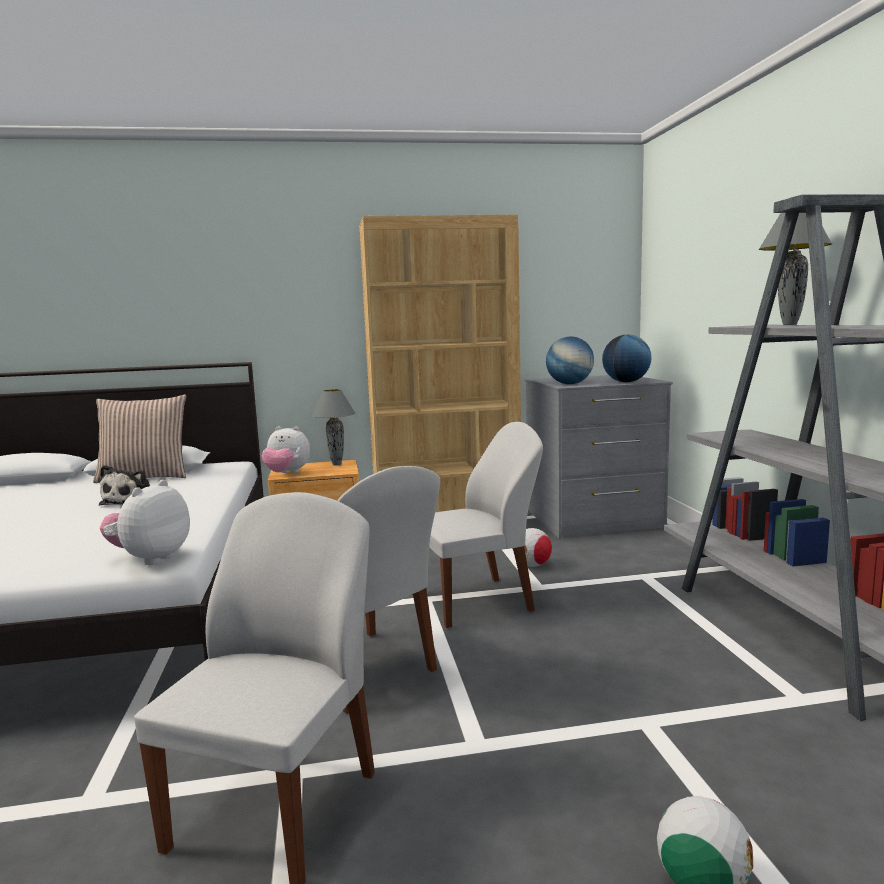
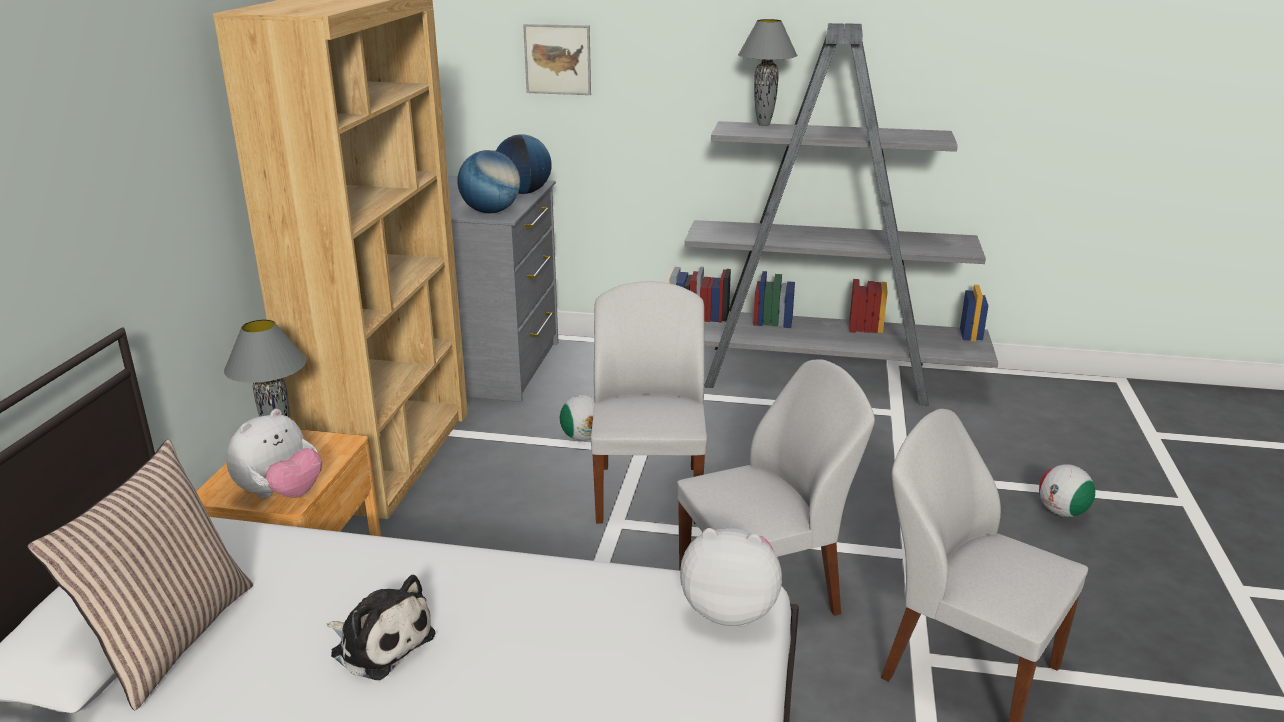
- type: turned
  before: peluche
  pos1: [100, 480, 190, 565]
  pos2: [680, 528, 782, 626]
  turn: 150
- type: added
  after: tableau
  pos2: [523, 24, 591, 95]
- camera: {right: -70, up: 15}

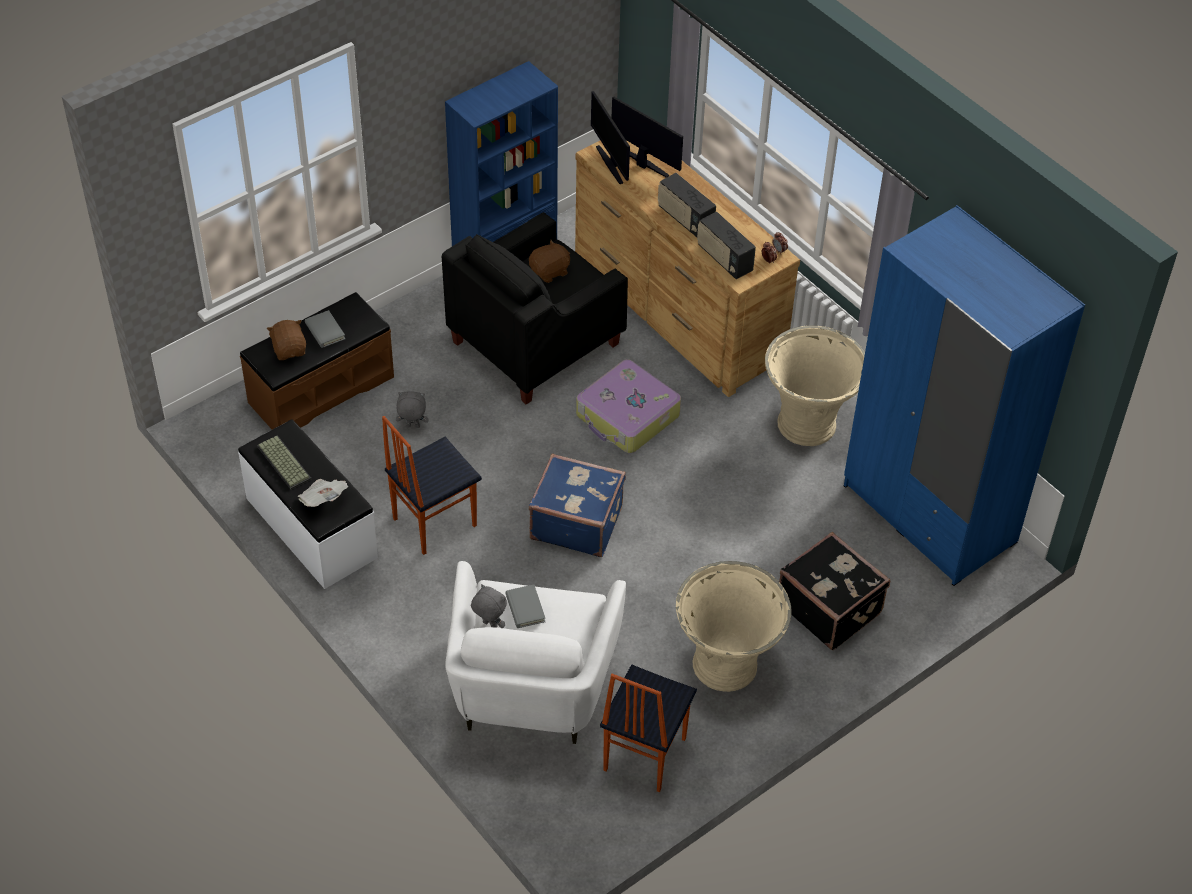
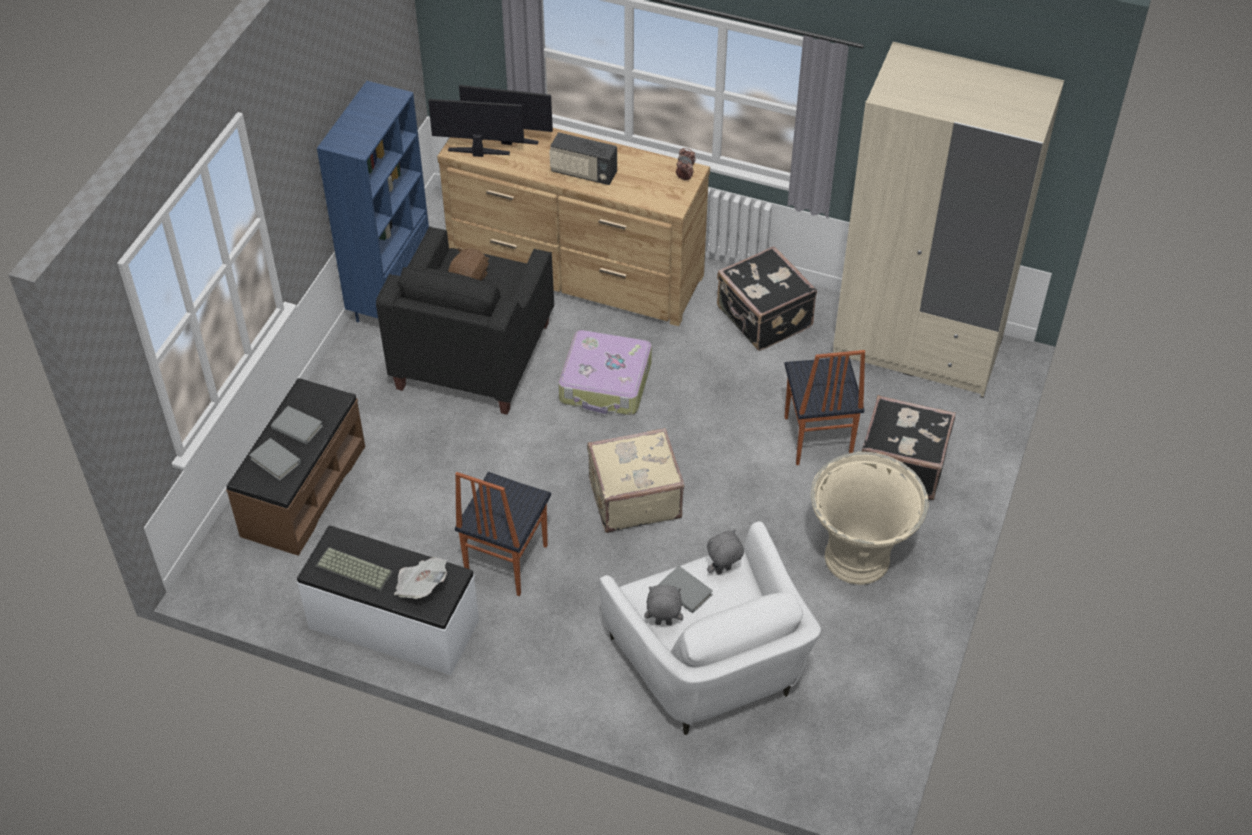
- type: replaced
  before: peluche/marron
  after: livre/gris
  pos1: [267, 320, 306, 360]
  pos2: [249, 438, 301, 481]
- type: moved
  before: peluche/gris
  pos1: [396, 391, 429, 428]
  pos2: [707, 529, 744, 575]
- type: recoloured
  before: valise/bleu
  after: valise/beige
  pos1: [529, 453, 626, 557]
  pos2: [587, 428, 685, 533]
- type: turned
  before: écran d'ordinateur
  pos1: [591, 91, 630, 184]
  pos2: [428, 99, 524, 157]
  turn: 150
- type: moved
  before: chaise
  pos1: [600, 665, 697, 792]
  pos2: [784, 350, 865, 465]
- type: removed
  before: radio
  pos1: [697, 211, 756, 279]
- type: replaced
  before: cache-pot/beige
  after: valise/noir
  pos1: [765, 325, 865, 446]
  pos2: [717, 246, 817, 351]
- type: recoloured
  before: armoire/bleu
  after: armoire/beige
  pos1: [844, 205, 1085, 586]
  pos2: [833, 42, 1064, 398]
- camera: {right: -30, up: 0}

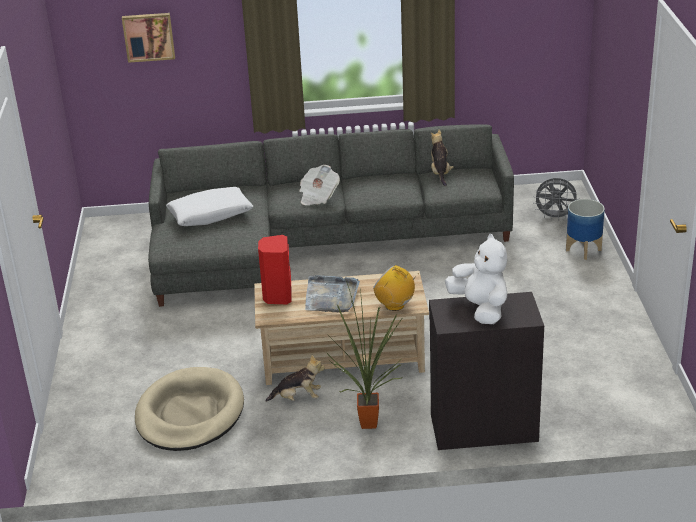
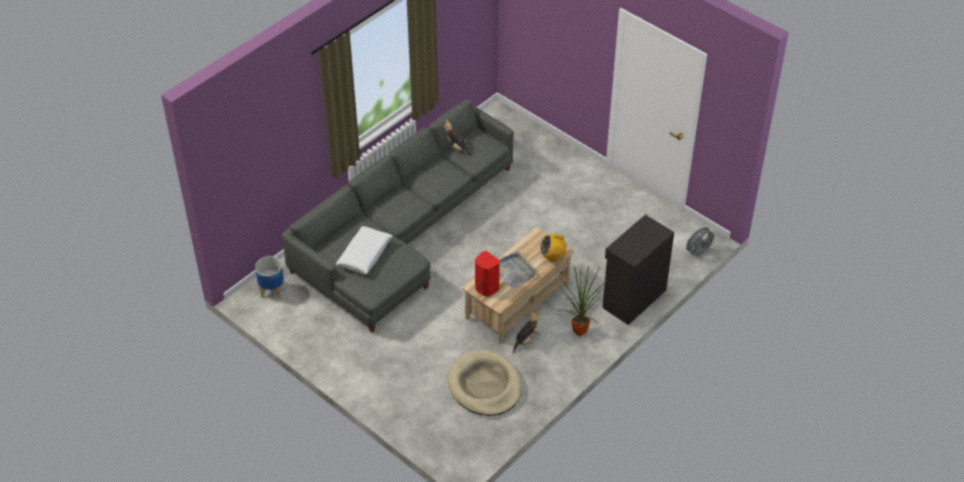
- type: removed
  before: tableau
  pos1: [122, 13, 175, 63]
- type: removed
  before: journal
  pos1: [299, 165, 340, 205]
- type: removed
  before: peluche/blanc
  pos1: [445, 234, 508, 324]
- type: moved
  before: ventilateur/gris
  pos1: [533, 178, 577, 221]
  pos2: [686, 228, 717, 257]
- type: moved
  before: cache-pot
  pos1: [566, 199, 605, 260]
  pos2: [255, 256, 284, 298]
- camera: {right: -45, up: 15}

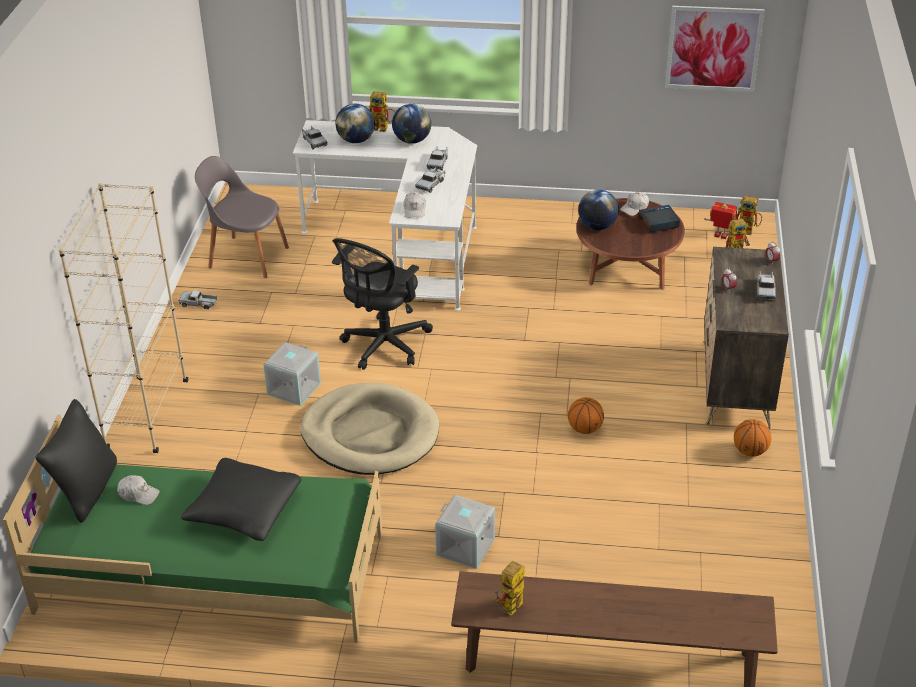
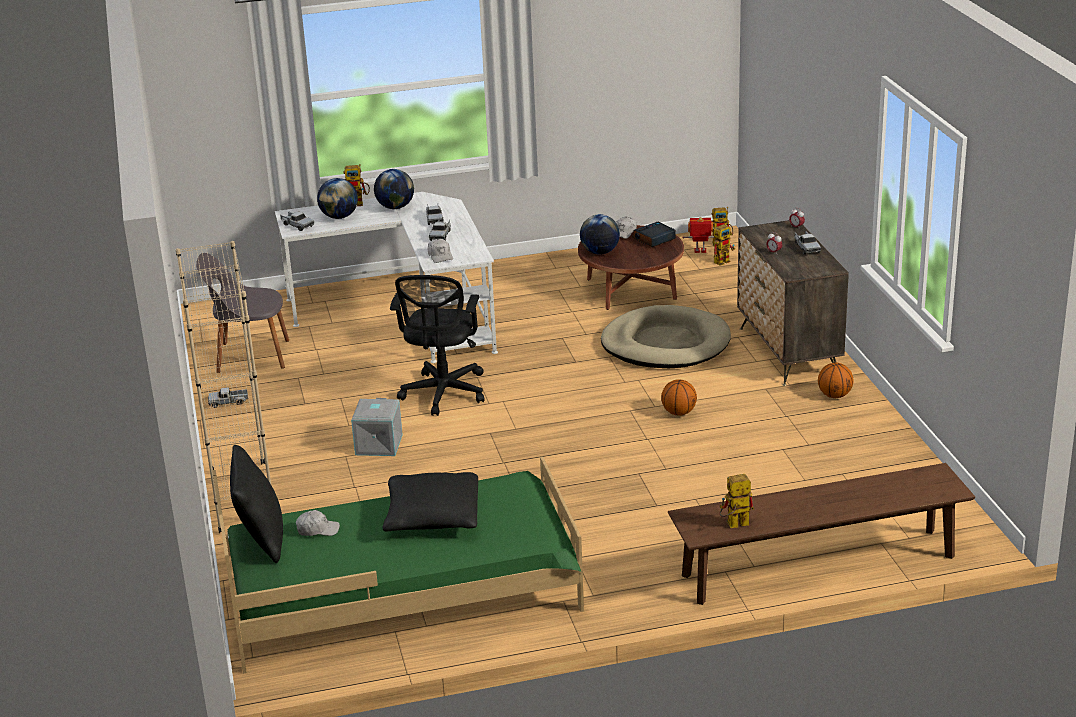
- type: moved
  before: panier pour chien/beige
  pos1: [300, 383, 439, 475]
  pos2: [601, 305, 731, 368]
- type: removed
  before: boîte de rangement/gris
  pos1: [435, 495, 495, 569]
- type: turned
  before: robot jouet
  pos1: [495, 560, 525, 616]
  pos2: [719, 474, 754, 528]
  turn: 60
- type: removed
  before: tableau
  pos1: [665, 6, 765, 92]
- camera: {right: -20, up: -10}

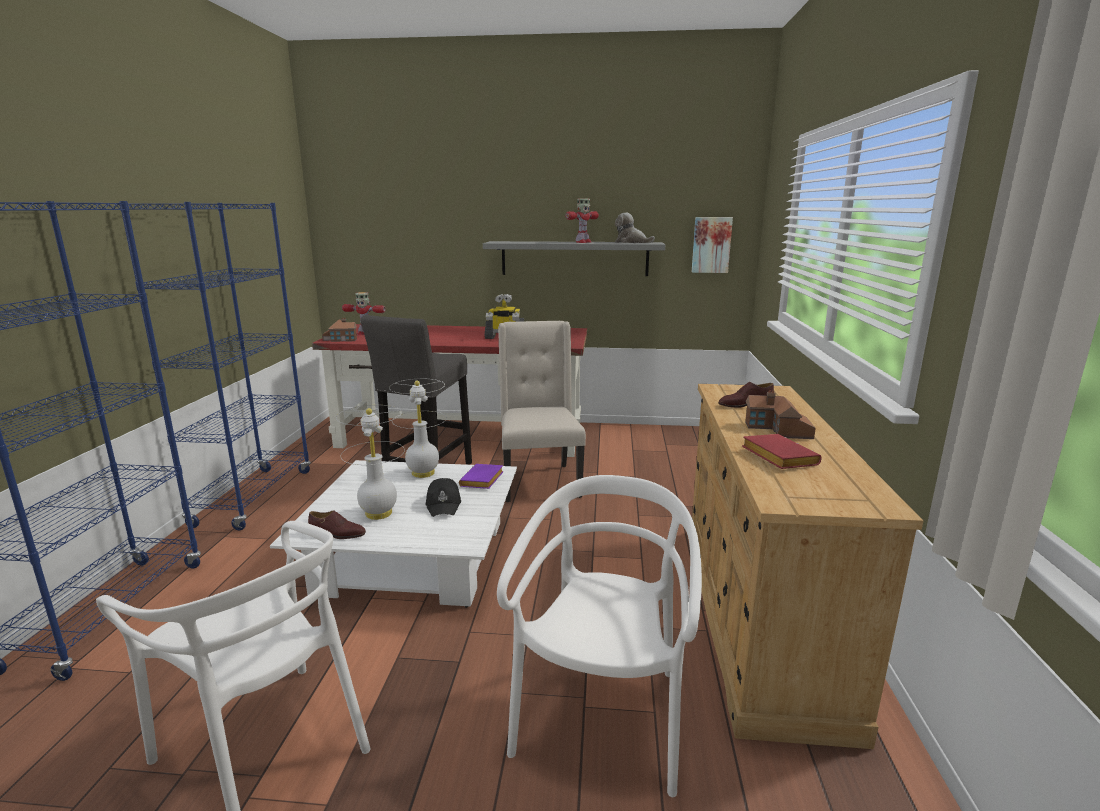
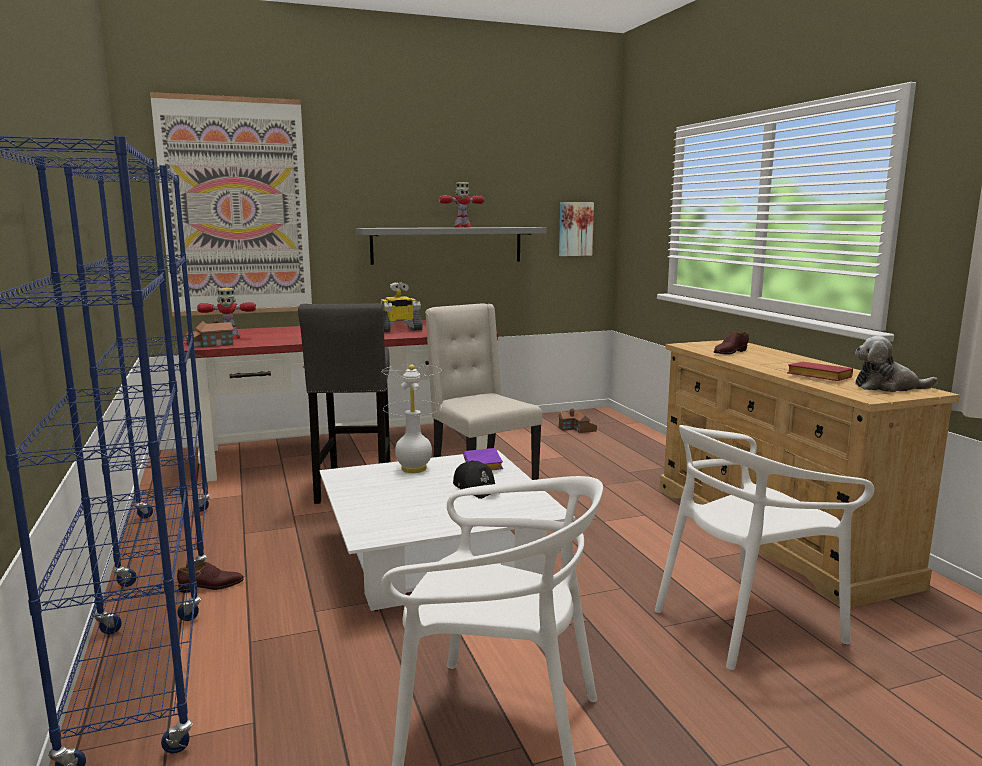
- type: moved
  before: chaussure/marron
  pos1: [308, 510, 366, 539]
  pos2: [177, 562, 244, 593]
- type: removed
  before: lampe de table/blanc
  pos1: [336, 405, 405, 520]
- type: turned
  before: chaise/blanc
  pos1: [497, 475, 702, 797]
  pos2: [655, 425, 874, 670]
  turn: -105
- type: turned
  before: robot jouet
  pos1: [565, 198, 599, 243]
  pos2: [439, 182, 484, 228]
  turn: 45
- type: moved
  before: peluche
  pos1: [615, 213, 655, 243]
  pos2: [855, 336, 938, 392]
- type: moved
  before: maison miniature
  pos1: [745, 391, 816, 439]
  pos2: [558, 409, 597, 433]
- type: added
  after: tableau
  pos2: [150, 92, 312, 316]
- camera: {right: -25, up: -5}

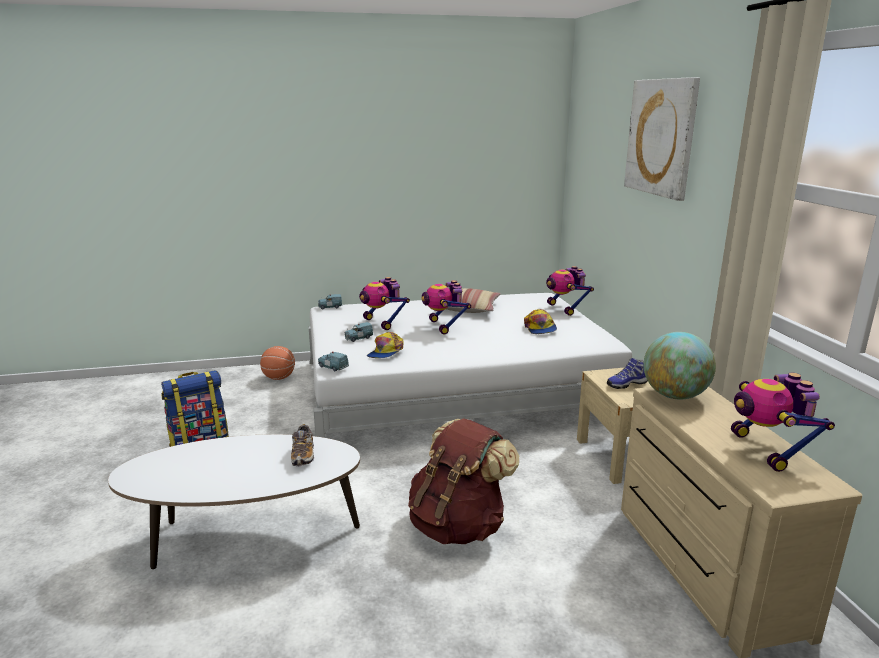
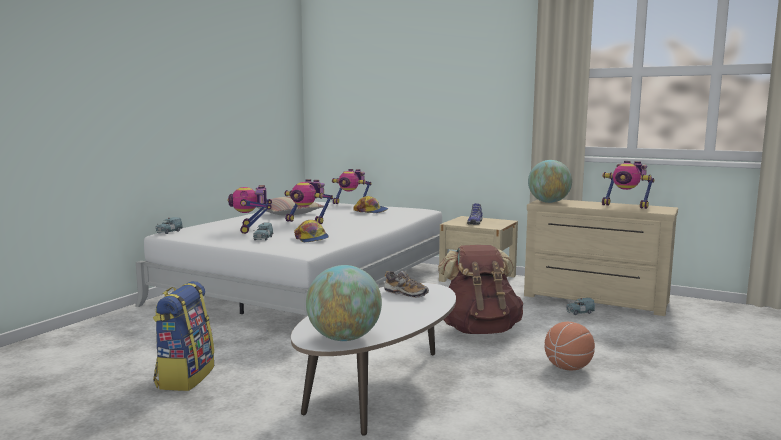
- type: moved
  before: ballon de basket
  pos1: [260, 346, 295, 380]
  pos2: [544, 322, 595, 371]
- type: moved
  before: petite voiture/bleu
  pos1: [318, 351, 349, 371]
  pos2: [566, 298, 595, 315]
- type: turned
  before: robot jouet
  pos1: [359, 277, 410, 330]
  pos2: [227, 185, 272, 234]
  turn: 75
- type: removed
  before: tableau
  pos1: [624, 77, 700, 201]
- type: added
  after: globe
  pos2: [306, 265, 382, 341]
- camera: {right: -50, up: -10}

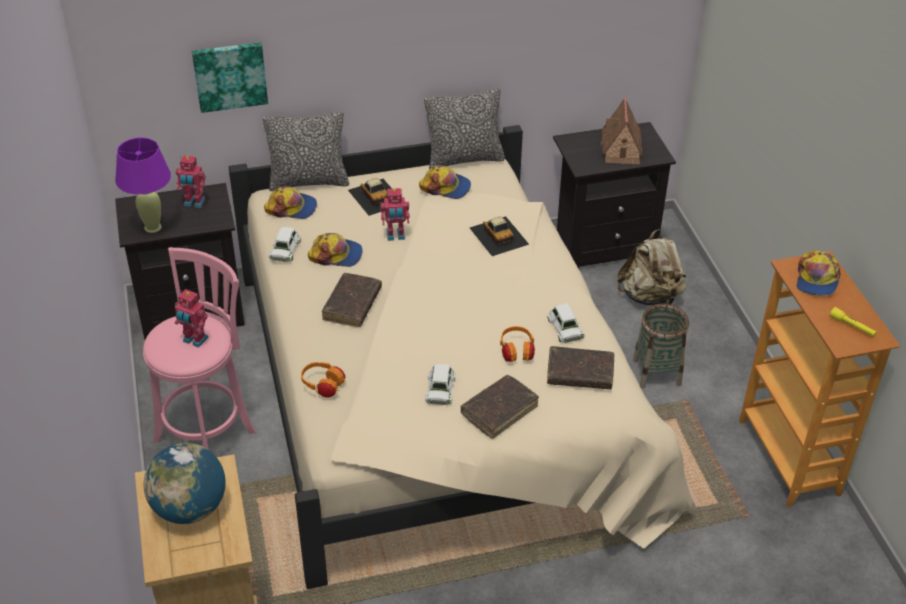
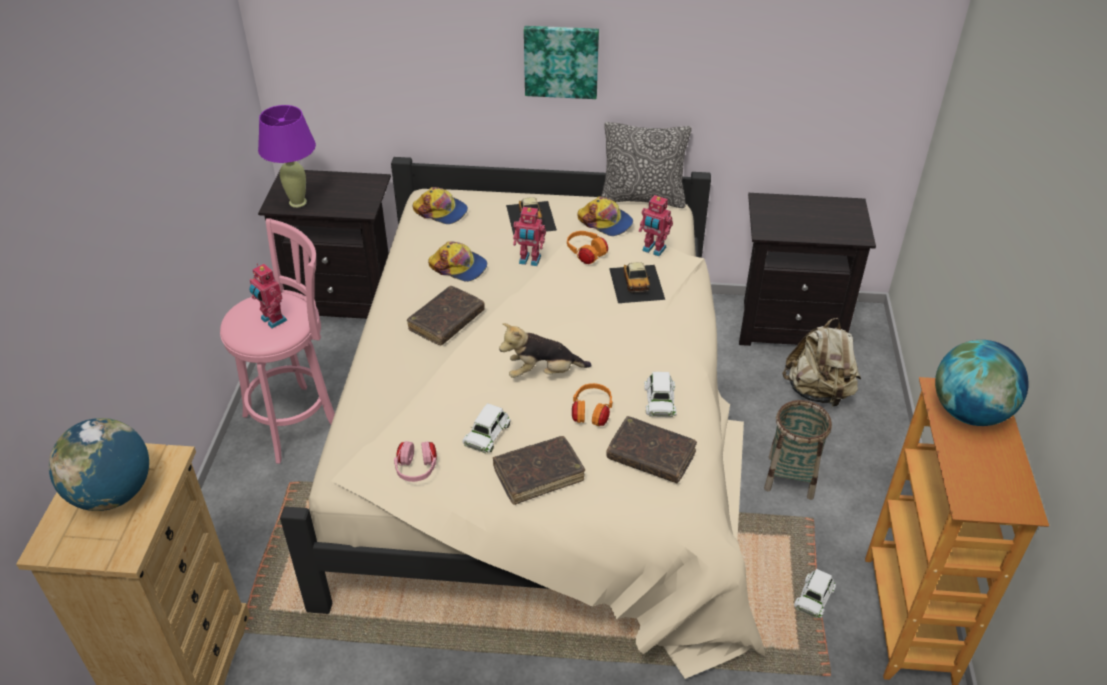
- type: moved
  before: robot jouet
  pos1: [176, 155, 206, 208]
  pos2: [639, 195, 673, 256]
- type: moved
  before: tableau
  pos1: [192, 42, 268, 113]
  pos2: [524, 26, 599, 99]
- type: removed
  before: coussin
  pos1: [263, 112, 349, 191]
- type: moved
  before: petite voiture/blanc
  pos1: [268, 226, 301, 262]
  pos2: [794, 569, 836, 619]
- type: moved
  before: casque audio/orange
  pos1: [301, 362, 346, 398]
  pos2: [567, 231, 608, 264]
- type: removed
  before: maison miniature
  pos1: [600, 97, 643, 164]
- type: replaced
  before: casquette
  after: globe
  pos1: [797, 250, 841, 296]
  pos2: [935, 340, 1029, 426]
- type: removed
  before: lampe de poche/jaune
  pos1: [830, 307, 877, 337]
- type: added
  after: casque audio/rose
  pos2: [394, 441, 437, 482]
- type: added
  after: peluche
  pos2: [499, 323, 592, 378]
- camera: {right: 20, up: 0}

